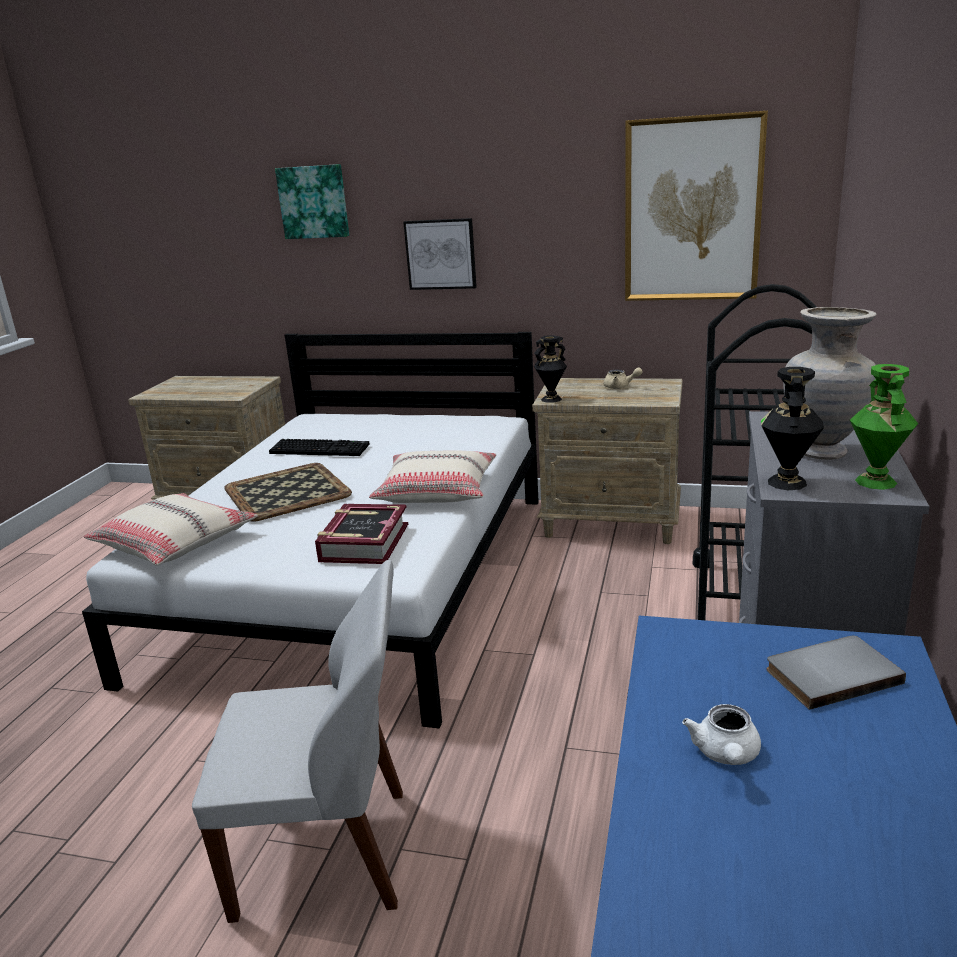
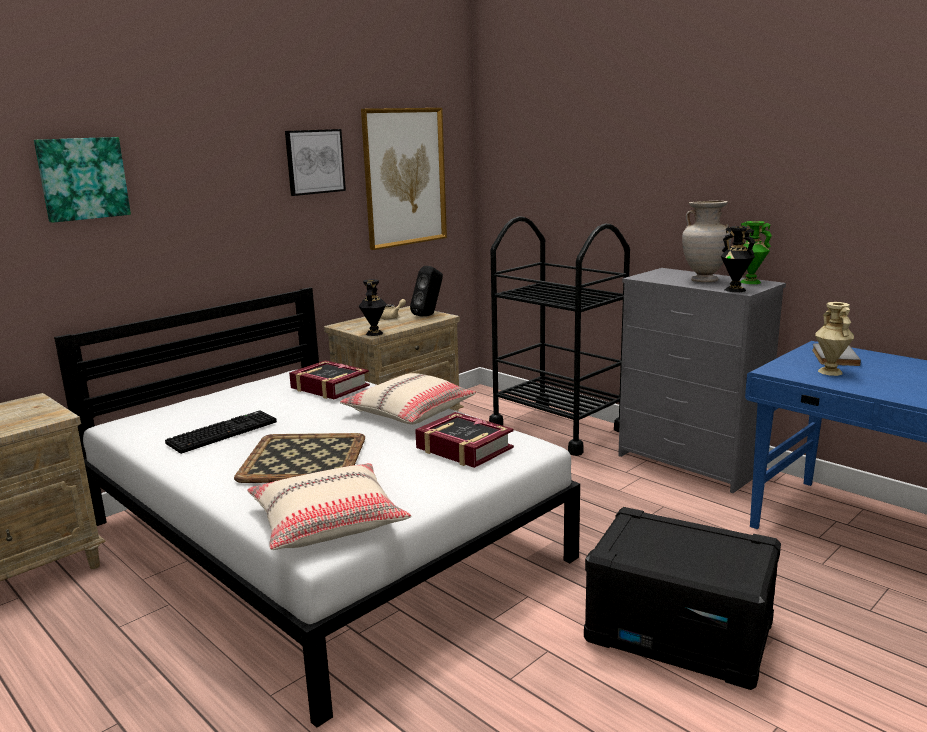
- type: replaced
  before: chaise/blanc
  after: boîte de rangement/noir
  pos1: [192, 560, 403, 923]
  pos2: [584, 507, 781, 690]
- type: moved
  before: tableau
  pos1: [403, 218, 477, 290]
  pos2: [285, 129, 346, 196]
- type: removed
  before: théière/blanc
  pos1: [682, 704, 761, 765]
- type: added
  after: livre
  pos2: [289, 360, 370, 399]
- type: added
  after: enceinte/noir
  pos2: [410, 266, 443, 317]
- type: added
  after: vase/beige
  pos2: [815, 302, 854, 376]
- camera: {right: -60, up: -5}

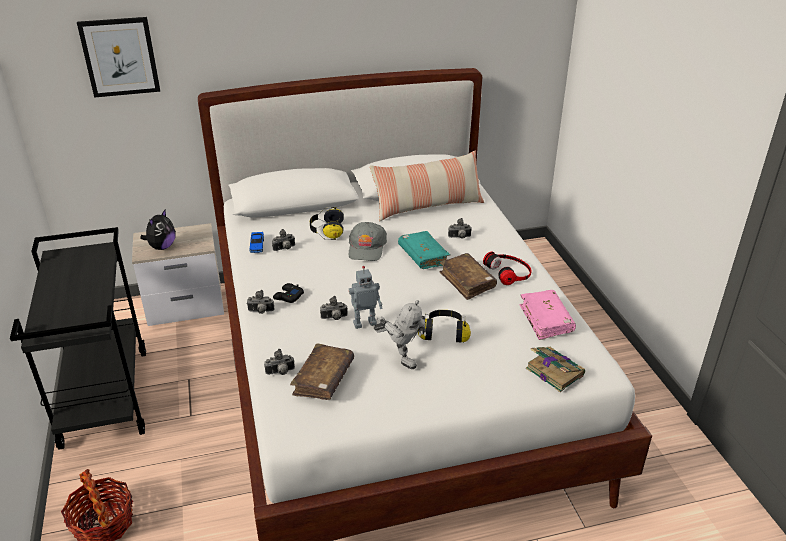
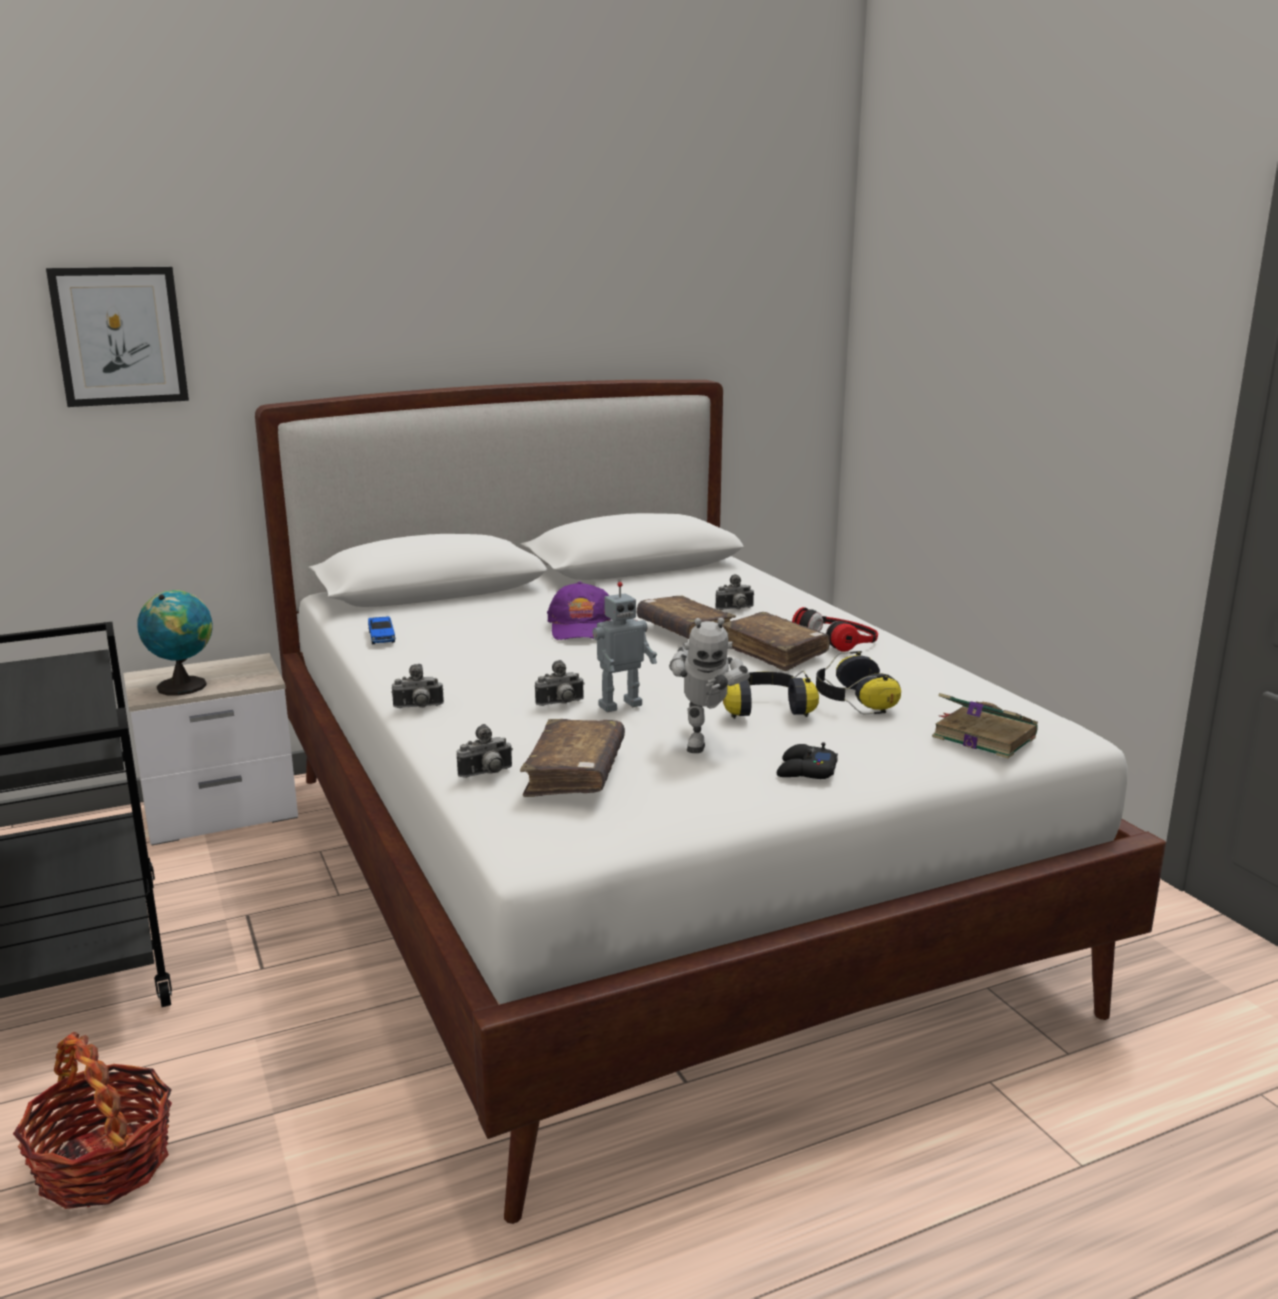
- type: replaced
  before: peluche
  after: globe
  pos1: [140, 209, 176, 250]
  pos2: [137, 590, 213, 695]
- type: removed
  before: appareil photo
  pos1: [272, 229, 295, 251]
- type: moved
  before: manette/noir
  pos1: [273, 283, 304, 303]
  pos2: [777, 742, 838, 779]
- type: moved
  before: casque audio
  pos1: [310, 207, 344, 240]
  pos2: [816, 651, 901, 714]
- type: recoloured
  before: casquette/gris
  after: casquette/violet
  pos1: [349, 222, 387, 261]
  pos2: [547, 581, 611, 640]
- type: removed
  before: coussin
  pos1: [370, 151, 484, 221]
- type: turned
  before: robot jouet
  pos1: [374, 300, 426, 369]
  pos2: [669, 618, 750, 753]
  turn: 60
- type: recoloured
  before: livre/turquoise
  after: livre/marron
  pos1: [398, 231, 451, 269]
  pos2: [637, 596, 736, 639]
- type: removed
  before: livre/rose
  pos1: [520, 290, 576, 340]
- camera: {right: -10, up: -15}

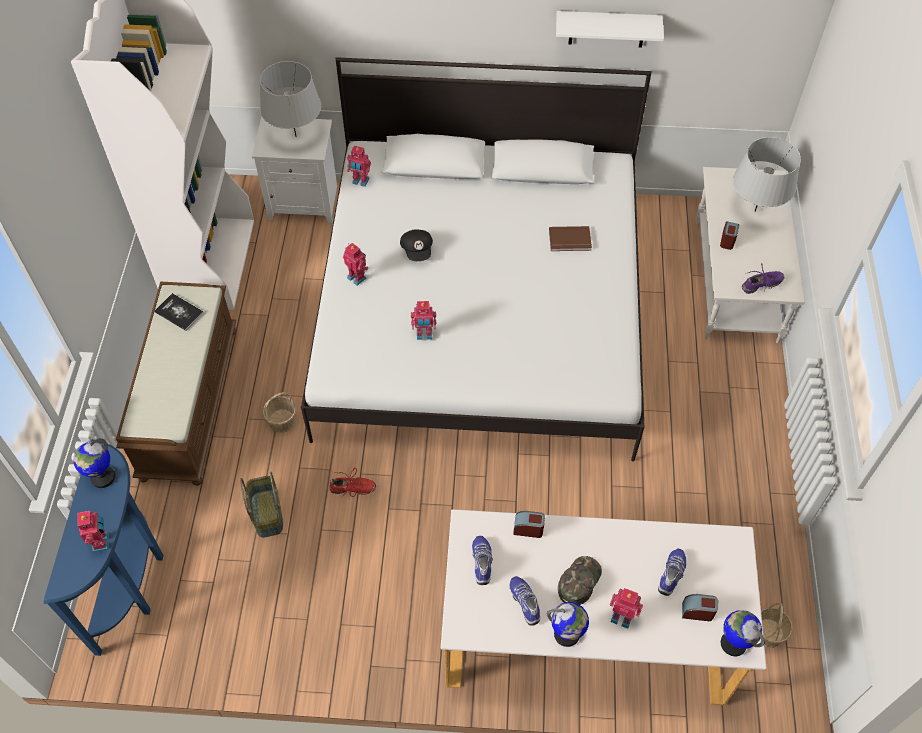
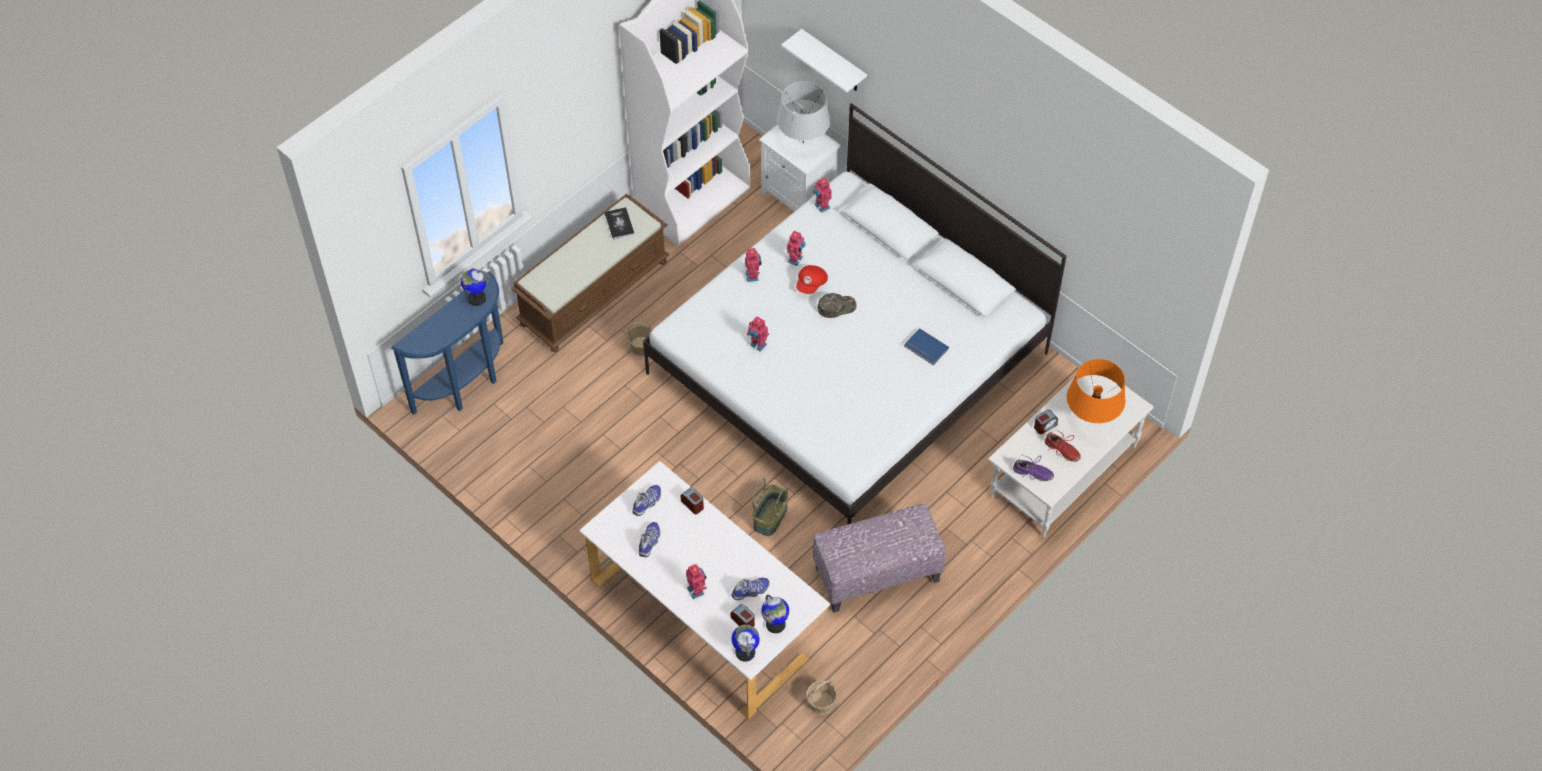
- type: moved
  before: robot jouet
  pos1: [77, 510, 109, 553]
  pos2: [787, 231, 805, 266]
- type: moved
  before: panier
  pos1: [240, 472, 283, 538]
  pos2: [752, 478, 789, 536]
- type: moved
  before: chaussure/rouge
  pos1: [329, 468, 376, 498]
  pos2: [1045, 429, 1081, 462]
- type: recoloured
  before: casquette/noir
  after: casquette/rouge
  pos1: [400, 229, 433, 261]
  pos2: [796, 265, 828, 294]
- type: moved
  before: globe
  pos1: [547, 602, 589, 647]
  pos2: [761, 594, 789, 633]
- type: recoloured
  before: livre/marron
  after: livre/bleu
  pos1: [549, 226, 592, 251]
  pos2: [904, 328, 949, 365]
- type: moved
  before: étagère/blanc
  pos1: [556, 11, 664, 48]
  pos2: [781, 29, 867, 93]
- type: moved
  before: casquette/vert
  pos1: [558, 556, 602, 605]
  pos2: [818, 293, 857, 318]
- type: recoloured
  before: lampe de table/gris
  after: lampe de table/orange
  pos1: [733, 137, 801, 212]
  pos2: [1067, 359, 1125, 423]
- type: added
  after: pouf
  pos2: [813, 503, 946, 613]
- camera: {right: 40, up: 0}

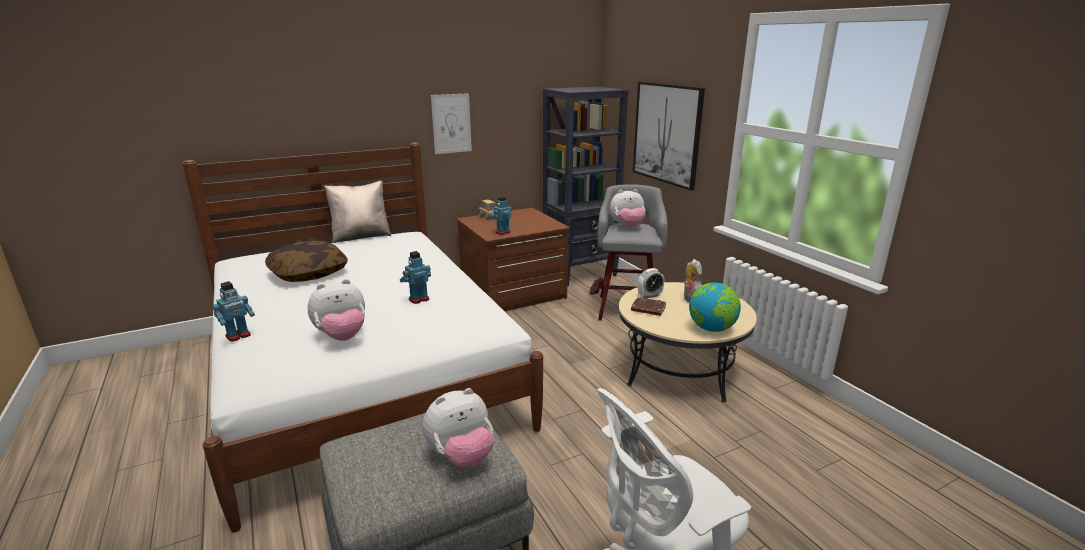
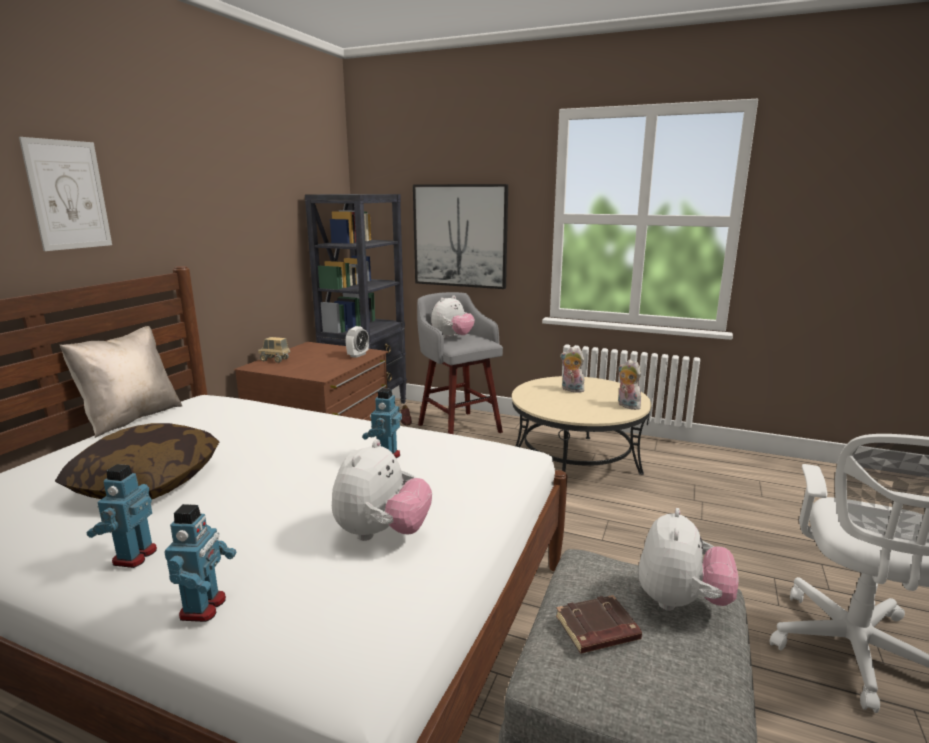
- type: moved
  before: tableau
  pos1: [431, 93, 472, 154]
  pos2: [19, 137, 112, 251]
- type: moved
  before: robot jouet
  pos1: [490, 196, 512, 235]
  pos2: [87, 464, 157, 568]
- type: moved
  before: livre/marron
  pos1: [631, 297, 667, 316]
  pos2: [556, 595, 642, 654]
- type: moved
  before: réveil
  pos1: [638, 268, 665, 298]
  pos2: [345, 326, 369, 358]
- type: replaced
  before: globe
  after: peluche
  pos1: [689, 282, 741, 332]
  pos2: [618, 359, 642, 410]
- camera: {right: -40, up: -5}

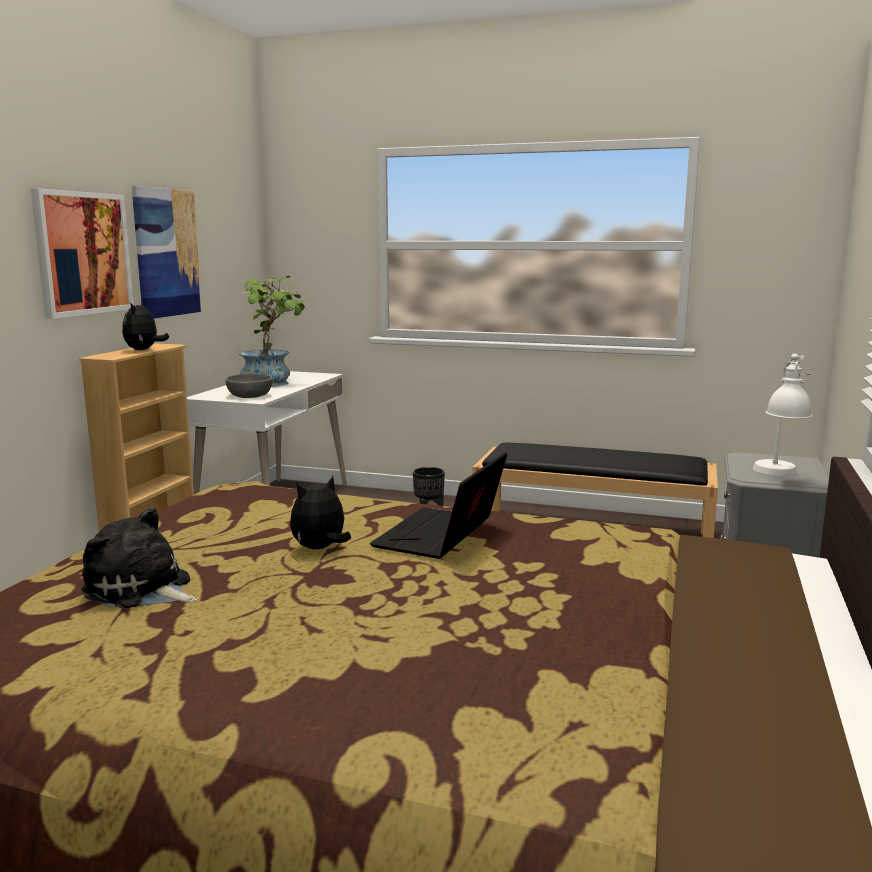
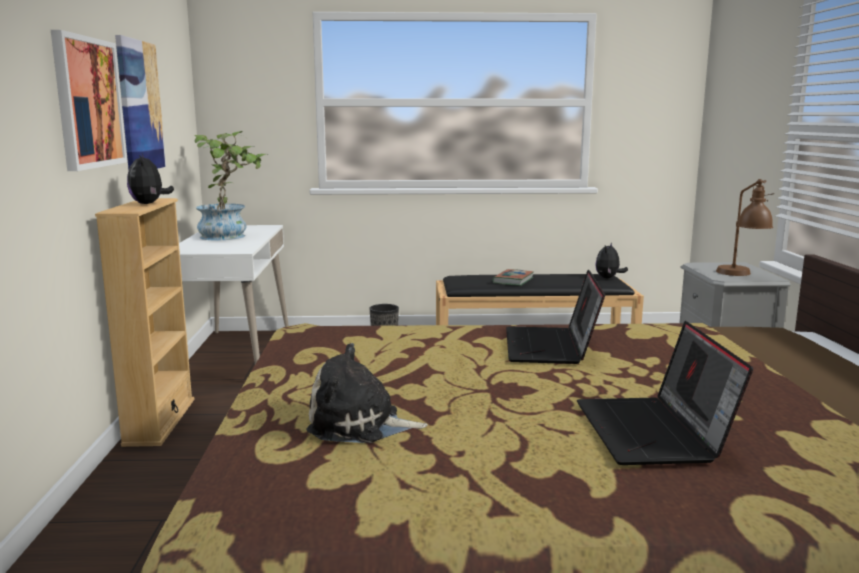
- type: removed
  before: bol/gris
  pos1: [225, 374, 273, 398]
- type: moved
  before: peluche
  pos1: [290, 476, 351, 549]
  pos2: [595, 243, 628, 278]
- type: recoloured
  before: lampe de table/blanc
  after: lampe de table/marron
  pos1: [753, 354, 812, 476]
  pos2: [716, 179, 774, 276]
- type: added
  after: livre
  pos2: [492, 269, 534, 286]
- type: added
  after: ordinateur portable
  pos2: [577, 321, 753, 465]
- camera: {right: -20, up: 0}

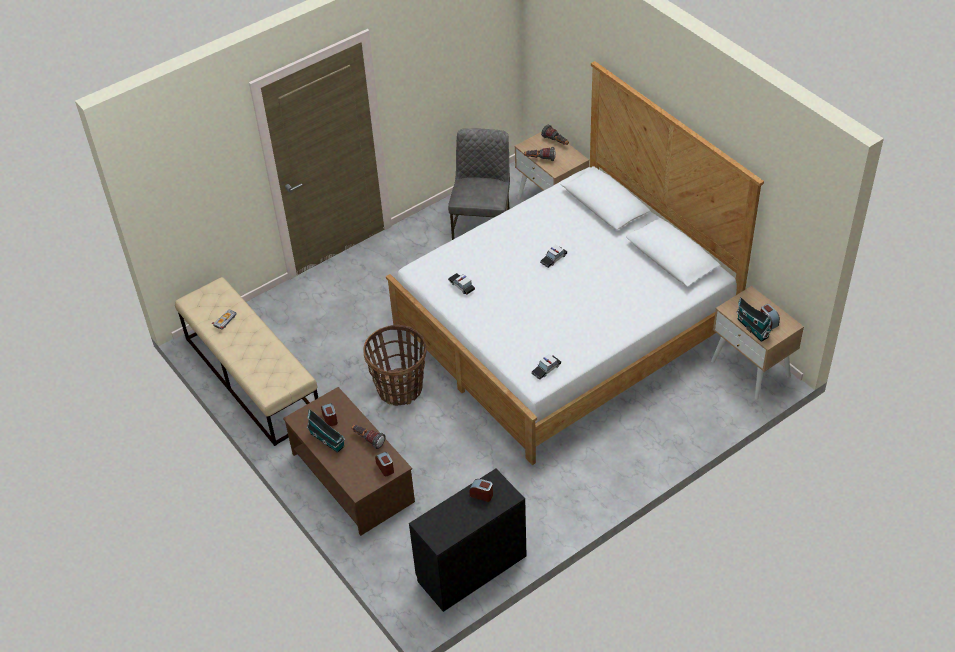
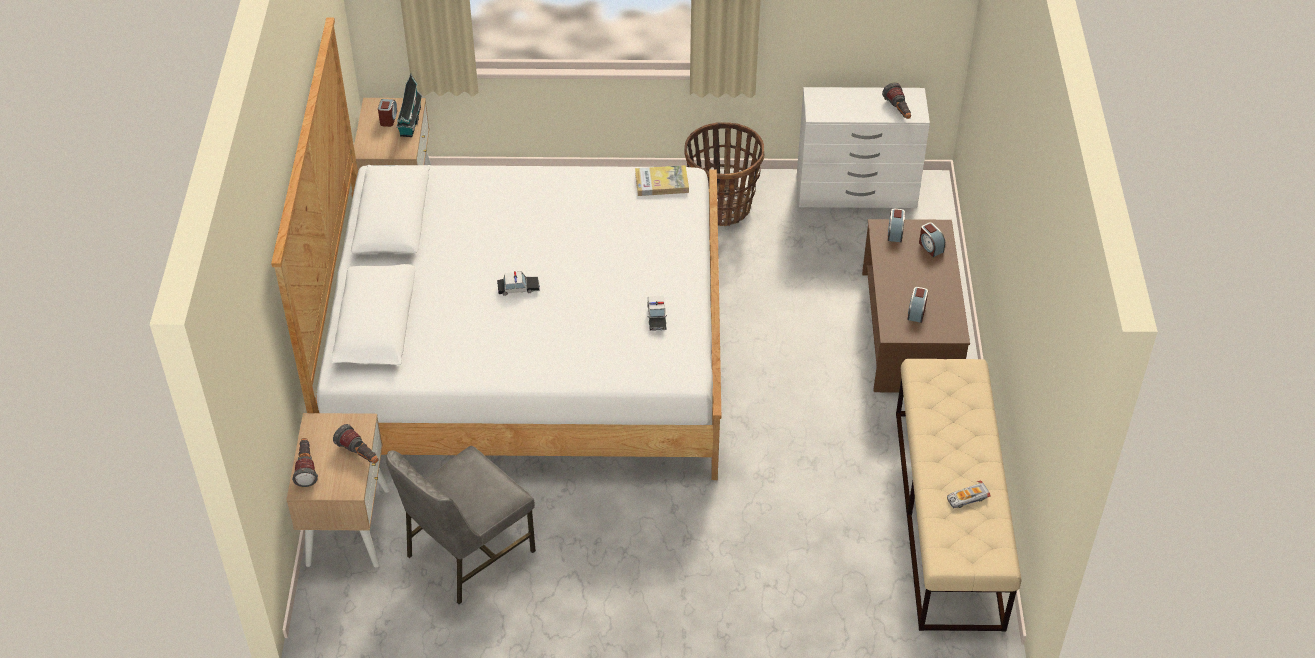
- type: removed
  before: maison miniature
  pos1: [307, 409, 346, 453]
- type: moved
  before: lampe de poche
  pos1: [351, 425, 385, 449]
  pos2: [882, 83, 911, 119]
- type: moved
  before: panier
  pos1: [364, 325, 427, 406]
  pos2: [684, 122, 764, 226]
- type: recoloured
  before: commode/noir
  after: commode/blanc
  pos1: [409, 469, 526, 612]
  pos2: [797, 87, 930, 208]
- type: moved
  before: réveil
  pos1: [469, 479, 493, 502]
  pos2: [919, 223, 945, 257]
- type: replaced
  before: petite voiture
  after: livre
  pos1: [532, 354, 561, 380]
  pos2: [635, 165, 689, 196]
- camera: {right: -145, up: 0}

